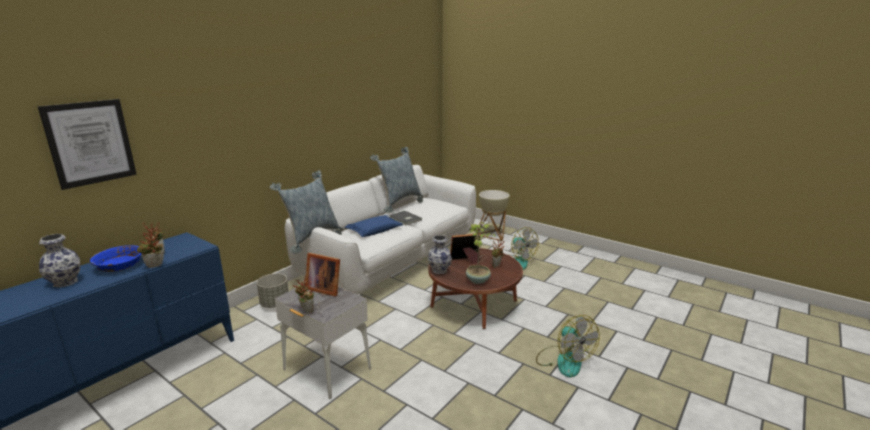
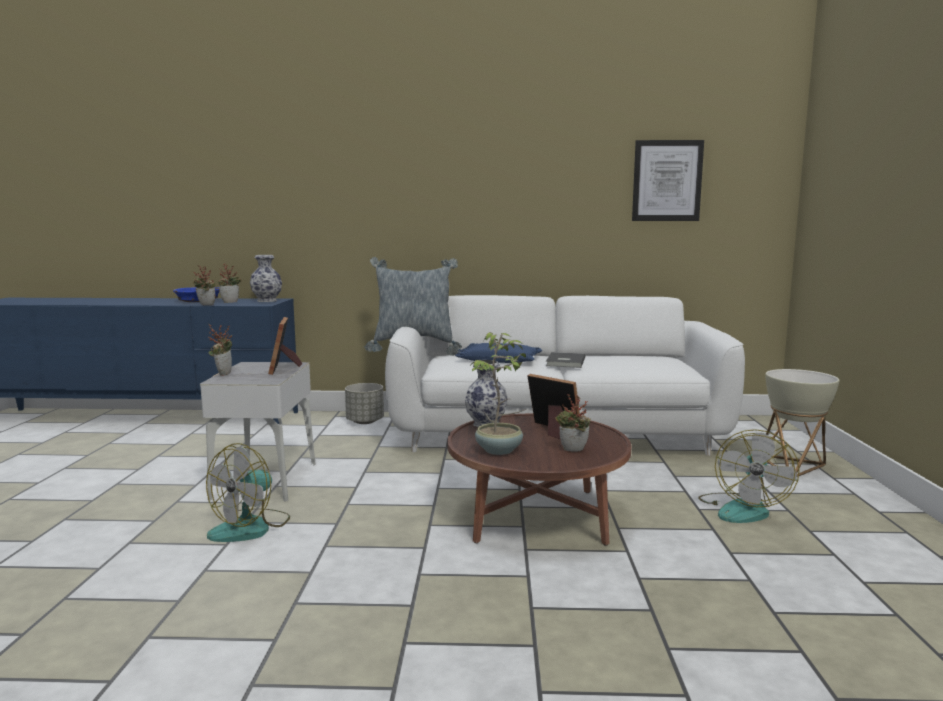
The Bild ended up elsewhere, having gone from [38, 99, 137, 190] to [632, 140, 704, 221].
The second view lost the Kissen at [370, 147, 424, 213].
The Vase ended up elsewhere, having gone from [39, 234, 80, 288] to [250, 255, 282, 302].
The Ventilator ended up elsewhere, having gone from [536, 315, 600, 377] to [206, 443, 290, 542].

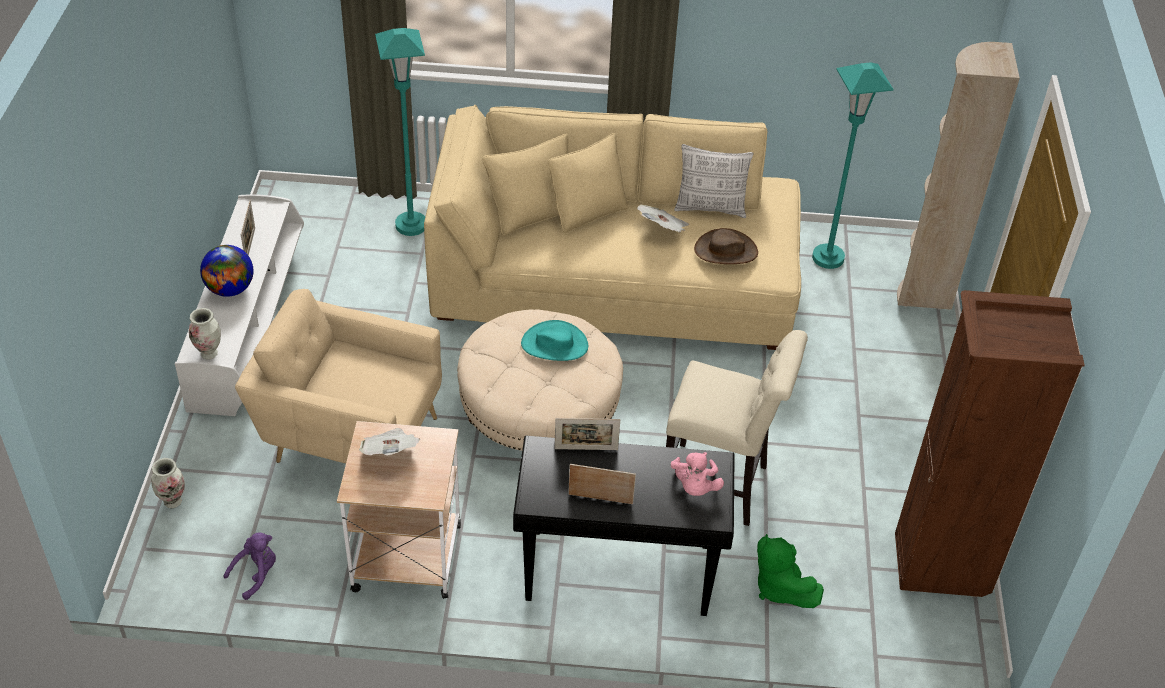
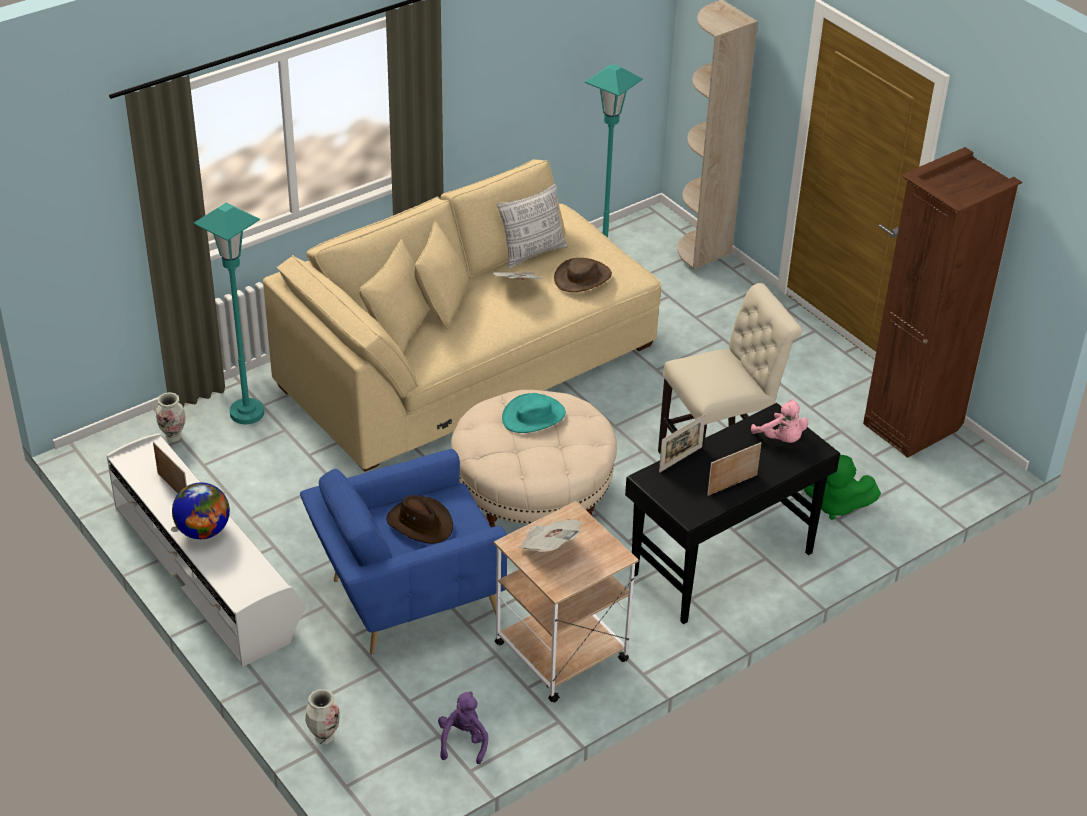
What was the Sessel (beige) at [235, 289, 442, 463] turned into the Sessel (blau) at [300, 449, 507, 654].
The Vase ended up elsewhere, having gone from [189, 308, 221, 359] to [156, 392, 186, 442].
The second view gained the Hut (braun) at [386, 495, 453, 544].

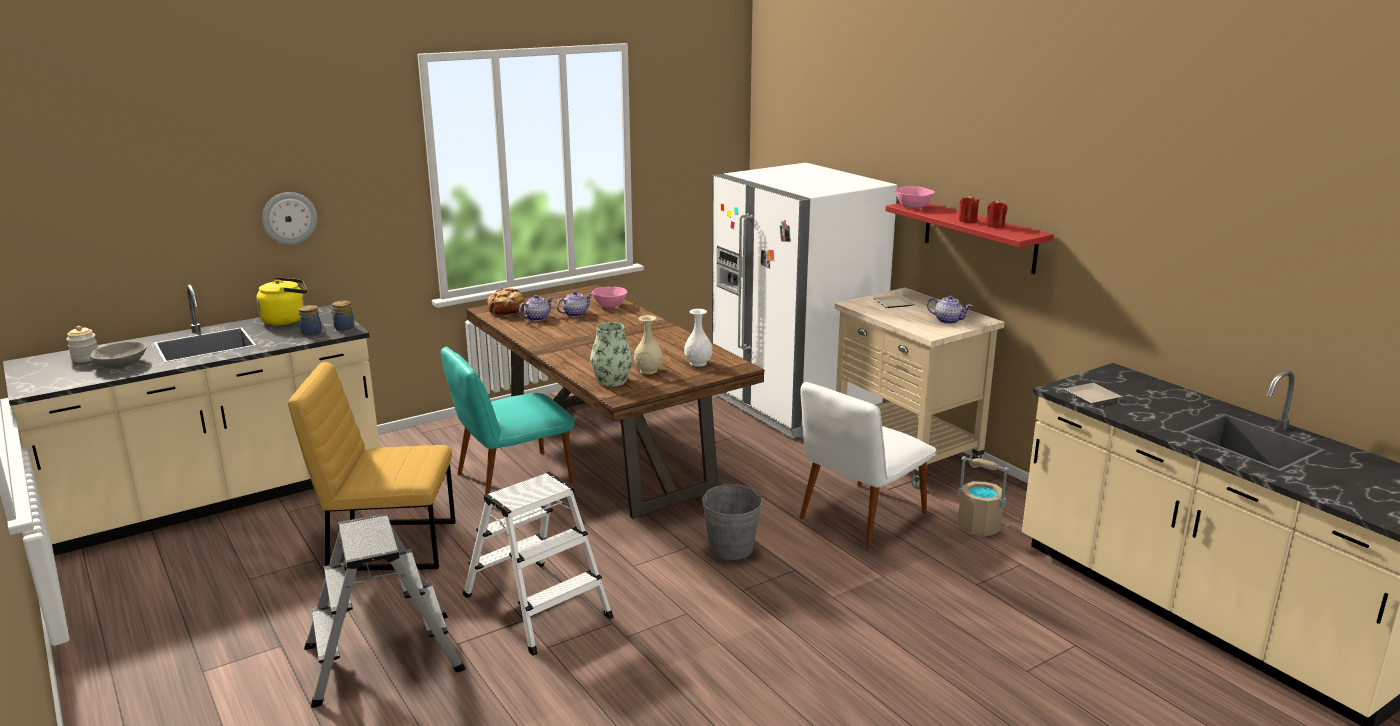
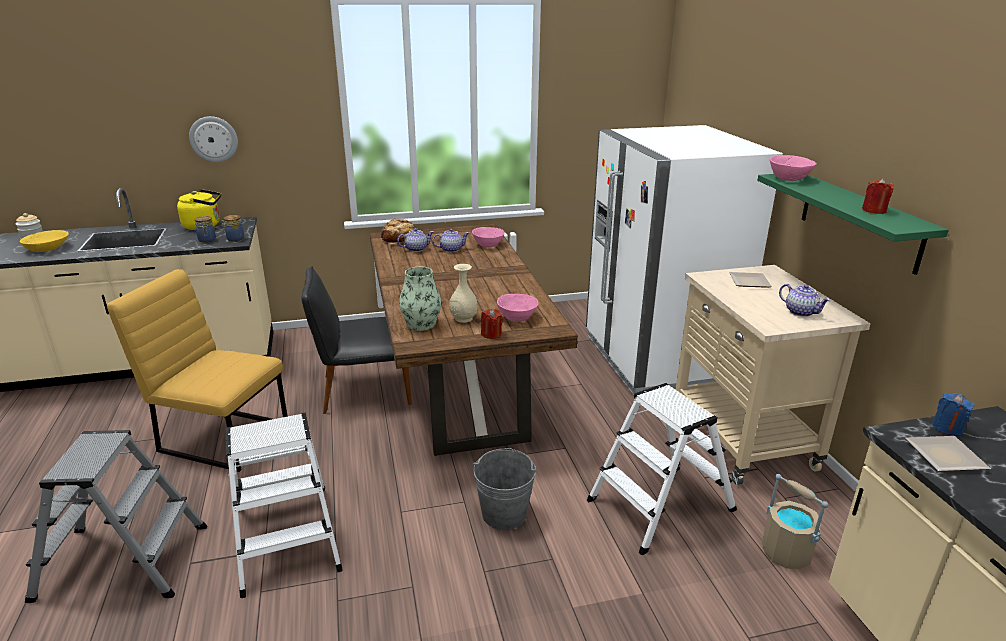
The Kerze (rot) ended up elsewhere, having gone from [958, 195, 980, 223] to [481, 309, 503, 339].
What was the Wandregal (rot) at [885, 203, 1054, 274] turned into the Wandregal (grün) at [757, 174, 949, 275].
Where the Vase (weiß) stood at [684, 309, 713, 367], the Schüssel (rosa) came to stand at [497, 294, 538, 322].
What was the Schüssel (grau) at [90, 341, 147, 369] turned into the Schüssel (gelb) at [20, 230, 69, 252].
What was the Stuhl (türkis) at [441, 347, 575, 504] turned into the Stuhl (schwarz) at [301, 267, 412, 414].
Where the Stuhl (weiß) stood at [799, 382, 936, 550], the Trittleiter (weiß) came to stand at [587, 383, 737, 555].
The second view gained the Kerze (blau) at [932, 393, 975, 436].

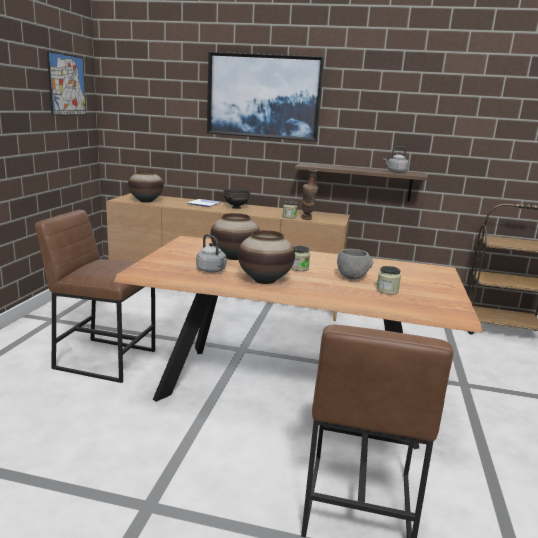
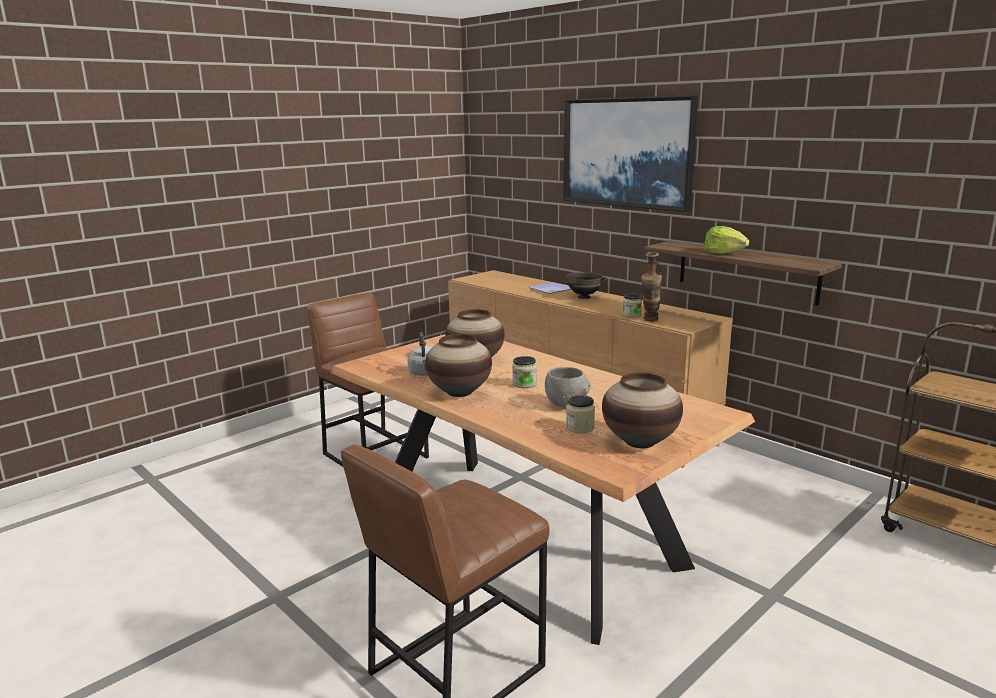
The second view lost the Bild at [47, 51, 86, 116].
The second view lost the Wasserkessel (grau) at [383, 146, 409, 173].
The Vase ended up elsewhere, having gone from [128, 171, 164, 203] to [602, 372, 683, 448].
The second view gained the Salatkopf at [704, 226, 749, 254].

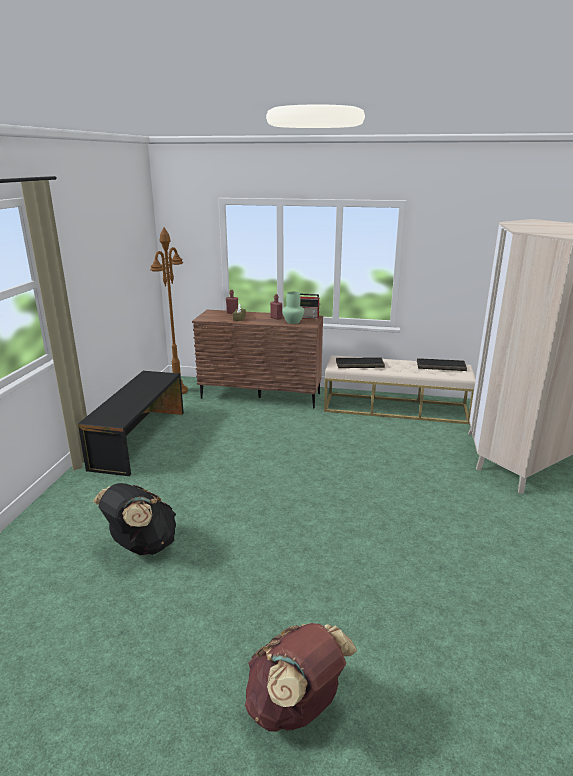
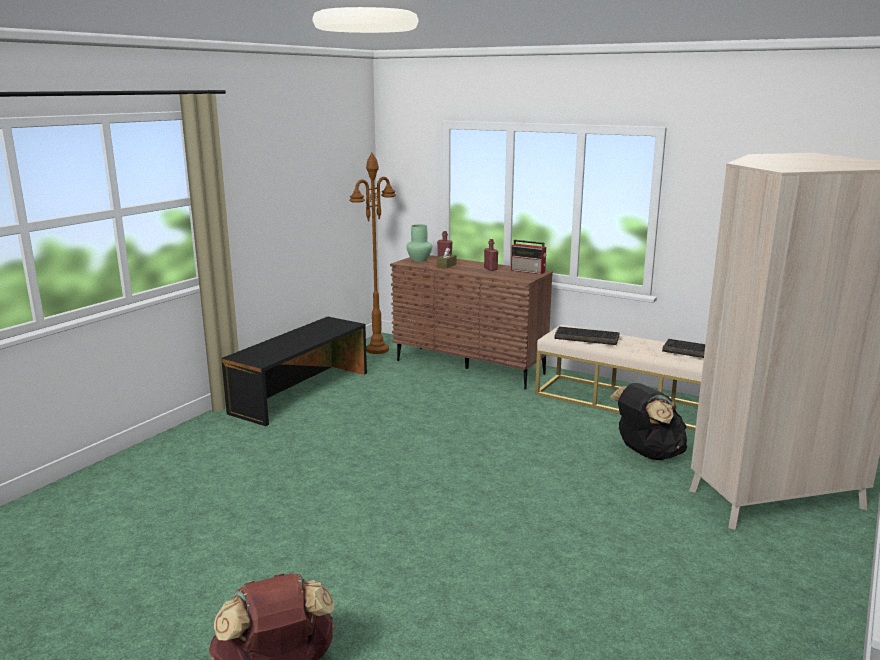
The Vase (grün) ended up elsewhere, having gone from [282, 292, 304, 324] to [406, 224, 432, 262].
The Rucksack (schwarz) ended up elsewhere, having gone from [93, 483, 176, 555] to [610, 383, 687, 460].

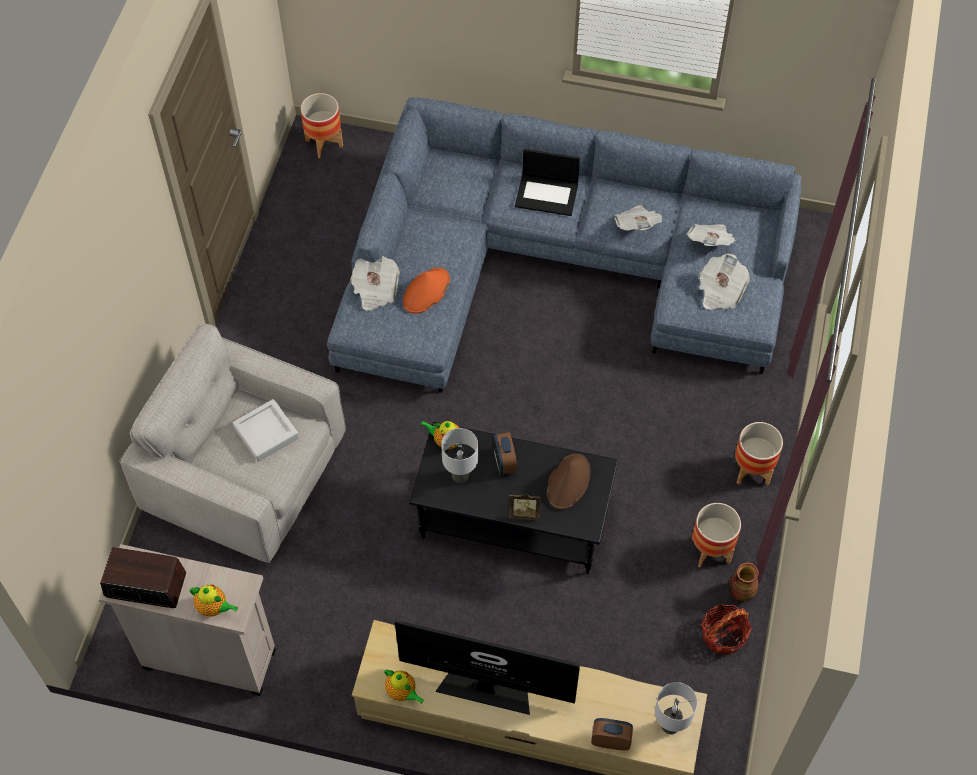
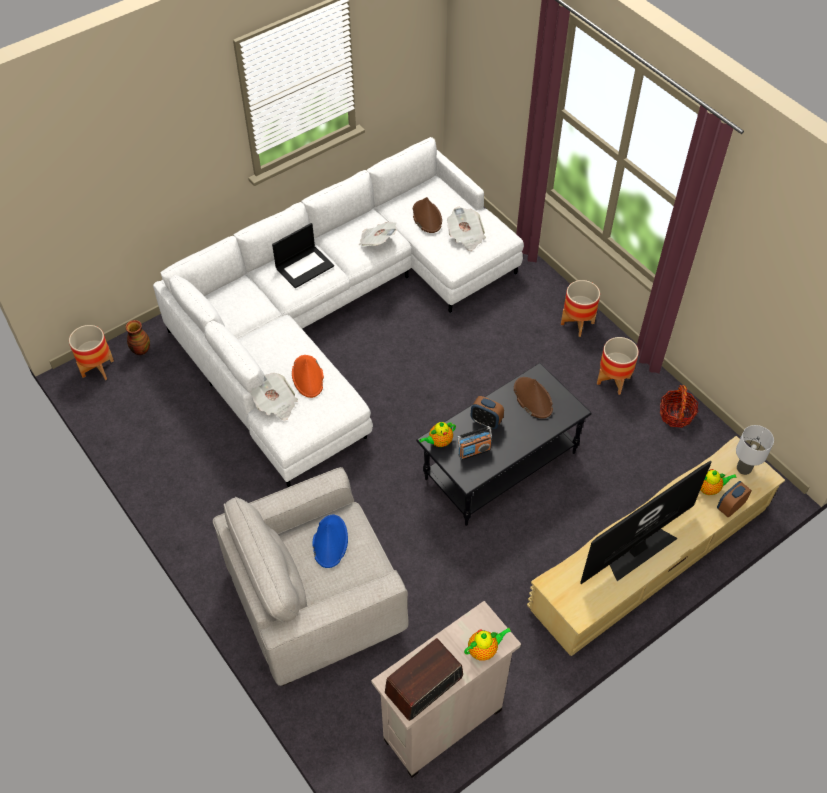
What was the Sofa (blau) at [327, 97, 801, 393] turned into the Sofa (weiß) at [153, 137, 524, 487].
Where the Zeitung stood at [687, 224, 736, 246], the Hut (braun) came to stand at [413, 197, 442, 233].
Where the Tablett (grau) stood at [233, 399, 299, 462], the Hut (blau) came to stand at [312, 515, 348, 568].
Where the Tischlampe (weiß) stood at [441, 428, 478, 483], the Radio came to stand at [457, 426, 492, 460].
The second view lost the Bilderrahmen at [509, 494, 541, 520].
The Vase ended up elsewhere, having gone from [728, 562, 759, 602] to [125, 320, 150, 355].
The Teekanne ended up elsewhere, having gone from [384, 669, 424, 704] to [700, 469, 737, 495].

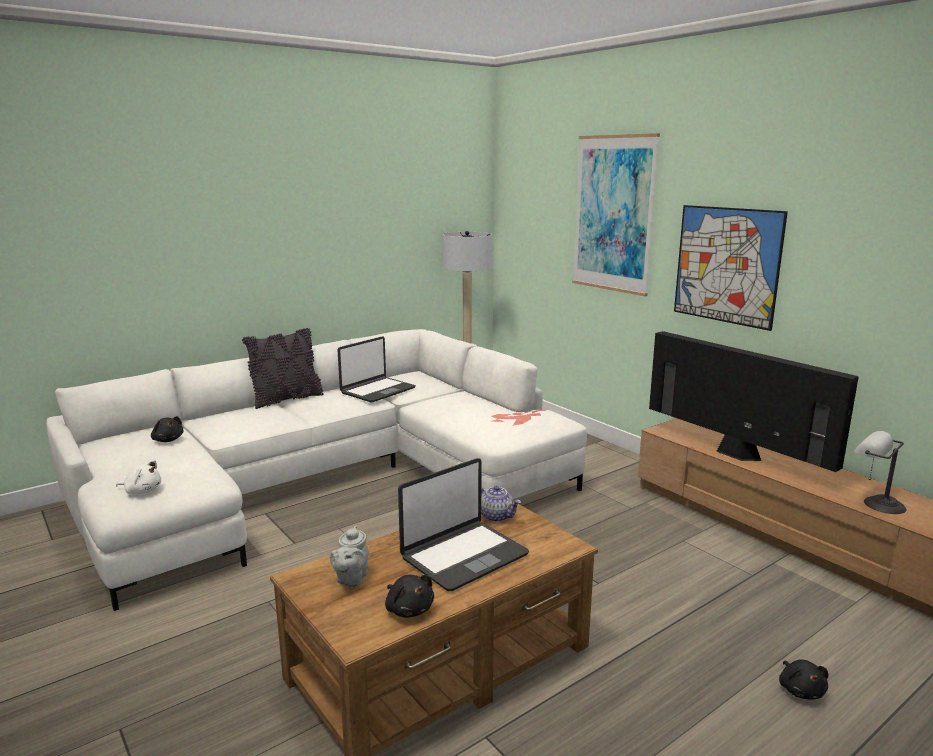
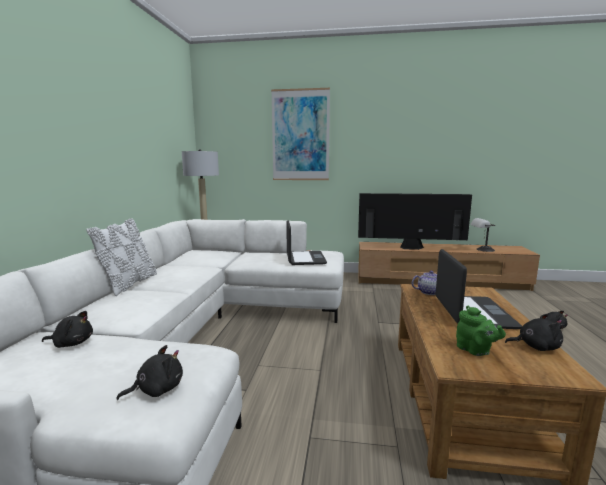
The second view lost the Bild at [674, 205, 788, 331].
What was the Kissen (schwarz) at [242, 328, 323, 409] turned into the Kissen (weiß) at [86, 218, 157, 296].
The Laptop ended up elsewhere, having gone from [338, 336, 415, 403] to [286, 220, 327, 265].
What was the Plüschtier (weiß) at [116, 460, 161, 494] turned into the Plüschtier (schwarz) at [116, 345, 183, 400].
What was the Teekanne (grau) at [330, 526, 369, 588] turned into the Teekanne (grün) at [456, 306, 506, 356].

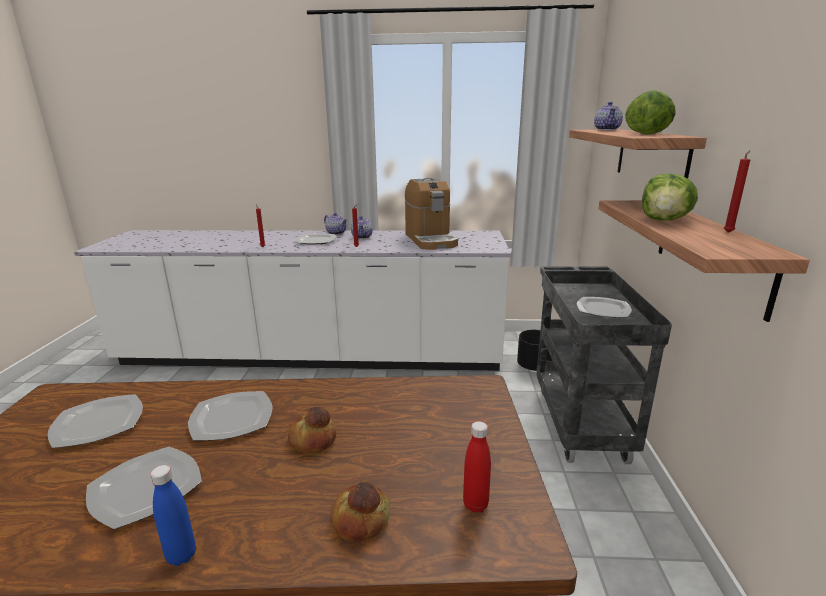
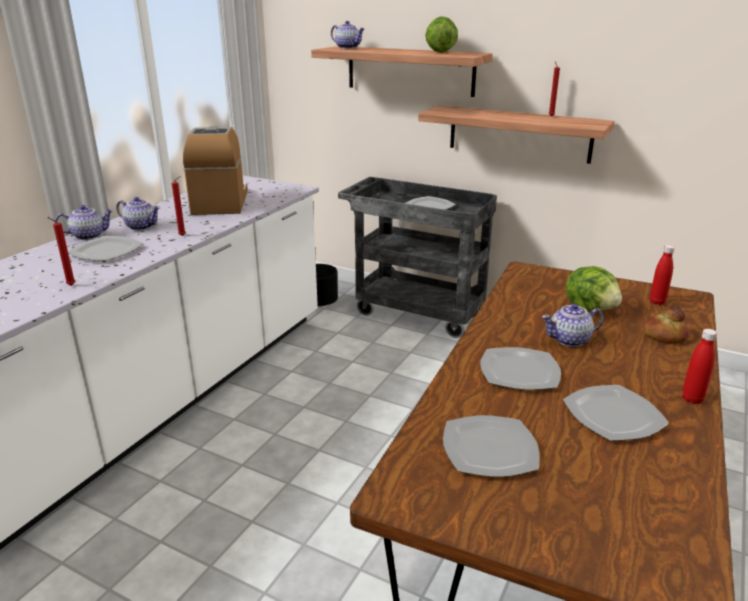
The Salatkopf ended up elsewhere, having gone from [642, 174, 698, 221] to [566, 266, 622, 312].
The Kaffeemaschine at [405, 178, 458, 250] ended up facing another way, 105 degrees counterclockwise from before.
Where the Brot stood at [288, 407, 336, 454], the Teekanne came to stand at [542, 303, 604, 347].
What was the Flasche (blau) at [150, 465, 196, 566] turned into the Flasche (rot) at [682, 329, 717, 404].

